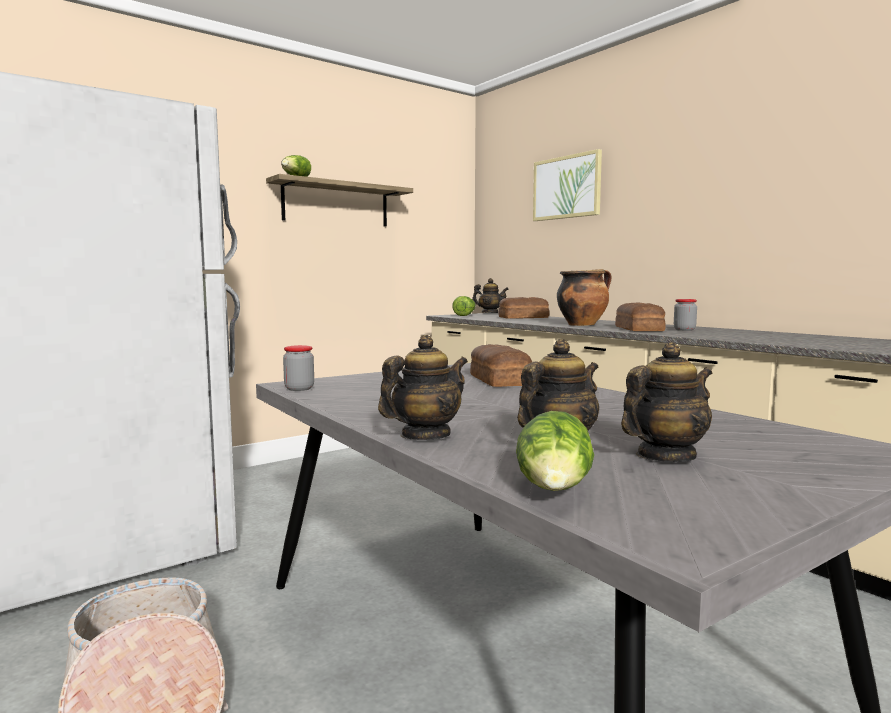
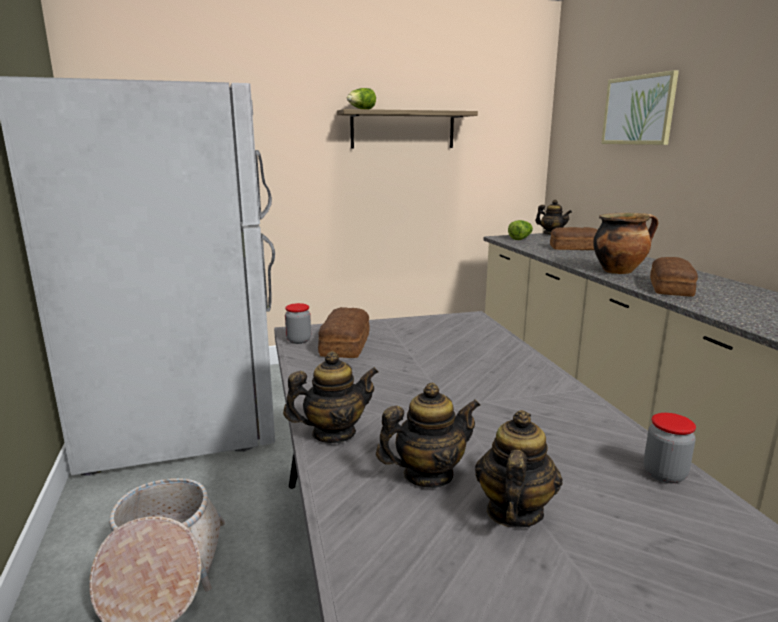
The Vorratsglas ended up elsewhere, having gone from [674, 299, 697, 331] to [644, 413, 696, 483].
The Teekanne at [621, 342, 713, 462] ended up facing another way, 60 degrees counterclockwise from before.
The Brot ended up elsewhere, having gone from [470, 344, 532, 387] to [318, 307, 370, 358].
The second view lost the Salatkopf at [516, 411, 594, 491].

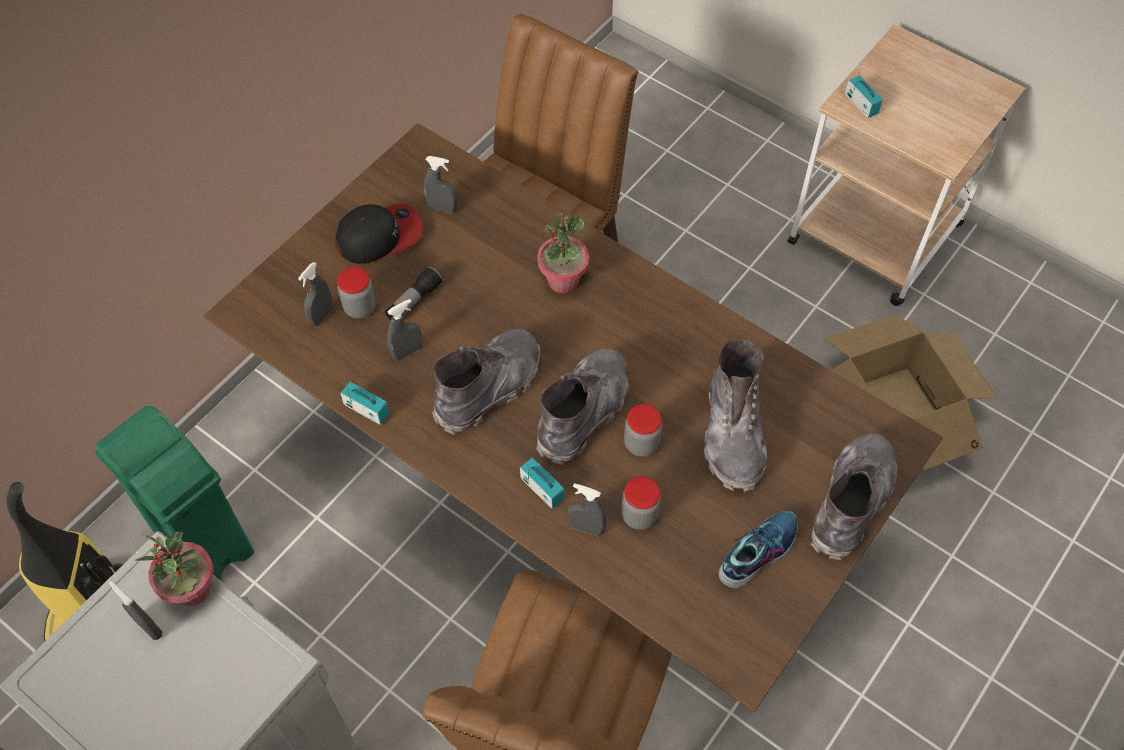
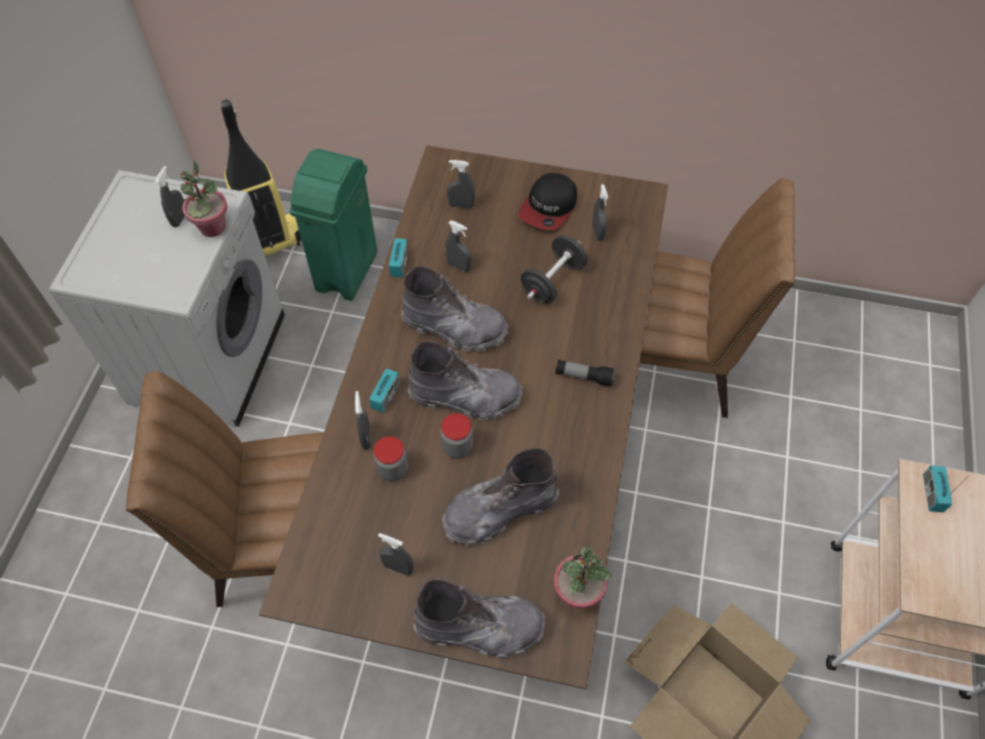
The Radio at [845, 59, 883, 118] ended up facing another way, 150 degrees clockwise from before.
The Kappe at [335, 204, 423, 264] ended up facing another way, 75 degrees clockwise from before.
The Topfpflanze ended up elsewhere, having gone from [537, 211, 589, 293] to [554, 547, 612, 609].
The Taschenlampe ended up elsewhere, having gone from [385, 266, 443, 320] to [555, 359, 616, 387].
The second view lost the Vorratsglas at [337, 267, 376, 318].
Where the Schuh stood at [718, 511, 798, 589], the Sprühflasche (grau) came to stand at [378, 533, 414, 576].
The second view gained the Hantel (schwarz) at [521, 235, 588, 304].

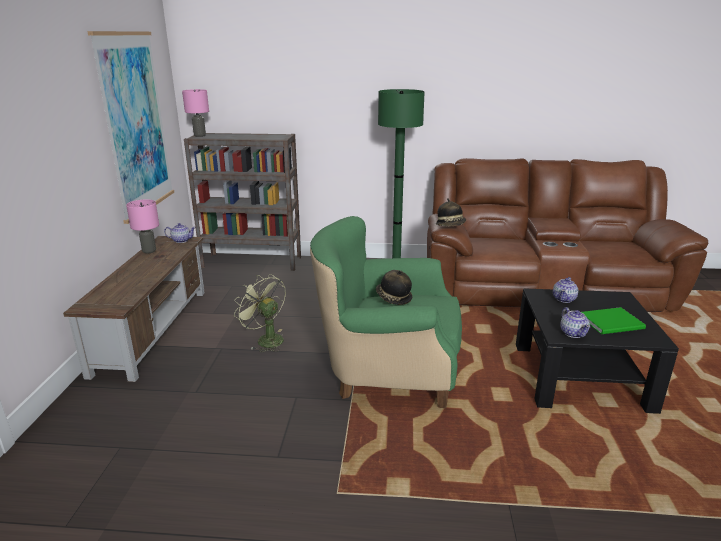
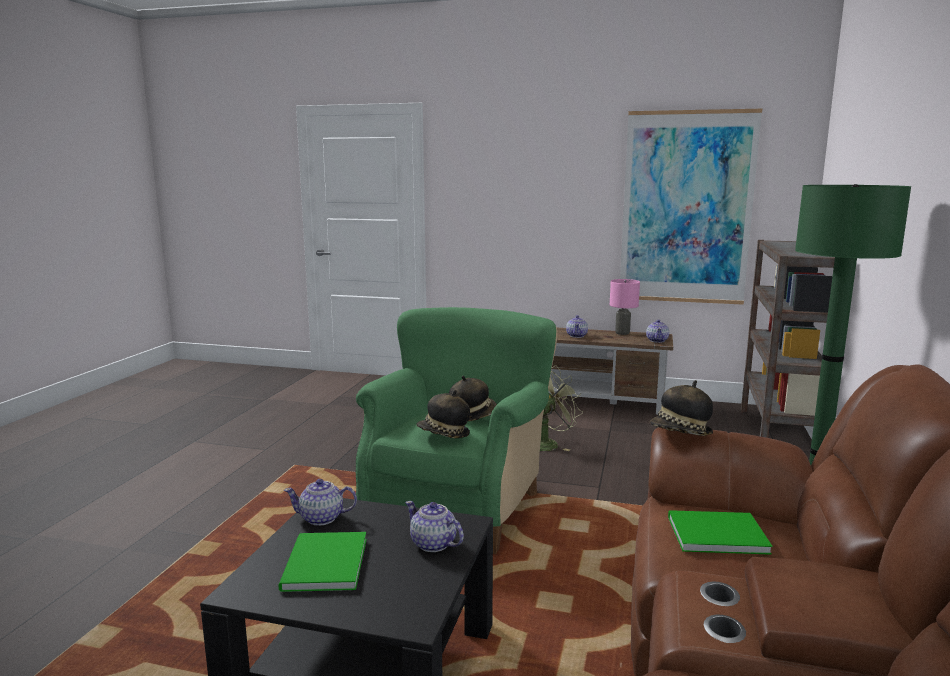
The second view lost the Tischlampe (rosa) at [182, 89, 209, 137].
The second view gained the Teekanne at [566, 315, 588, 338].
The second view gained the Hut at [417, 390, 470, 438].
The second view gained the Buch (grün) at [668, 510, 773, 555].

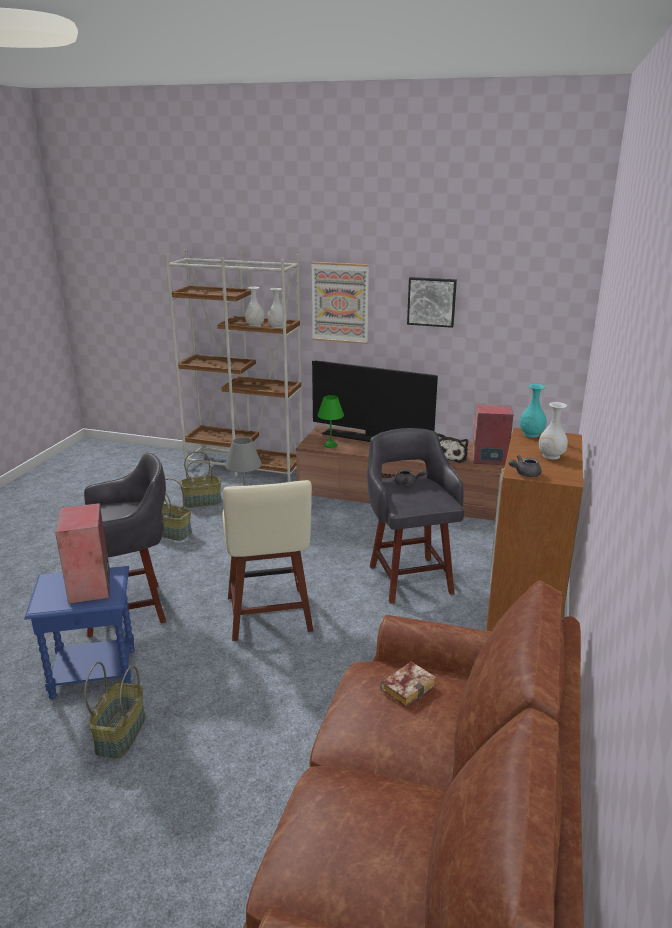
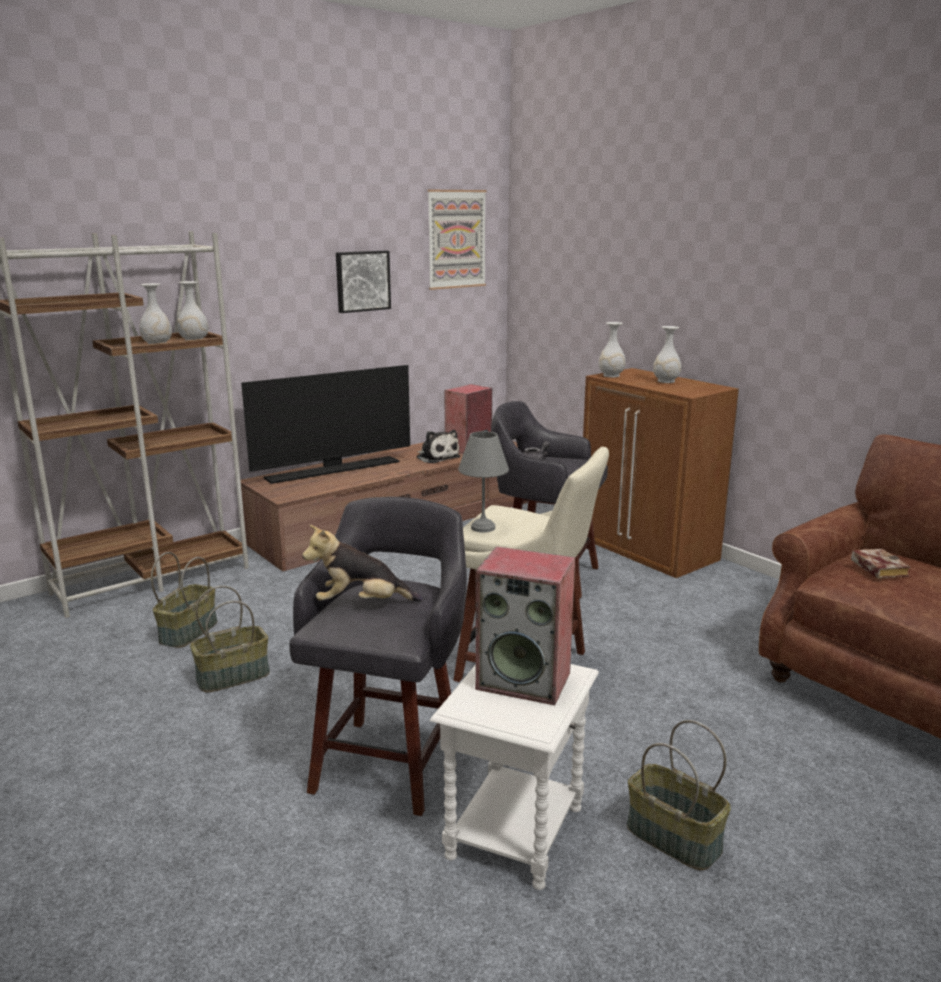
The Bild ended up elsewhere, having gone from [311, 262, 369, 344] to [427, 190, 486, 290].
What was the Vase (türkis) at [520, 384, 546, 438] turned into the Vase (weiß) at [599, 322, 626, 377].
The second view lost the Tischlampe (grün) at [318, 395, 344, 448].
The second view lost the Teekanne (grau) at [509, 455, 541, 477].
What was the Beistelltisch (blau) at [24, 566, 135, 699] turned into the Beistelltisch (weiß) at [430, 664, 599, 890].
The second view gained the Plüschtier at [302, 525, 423, 602].

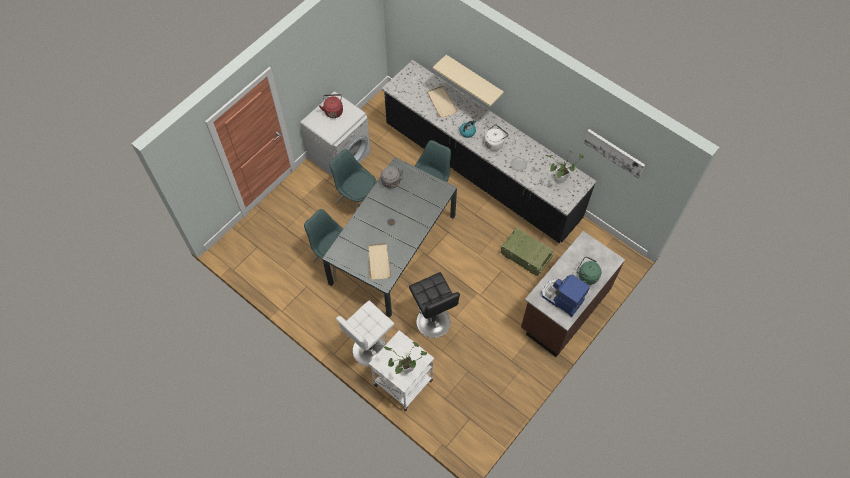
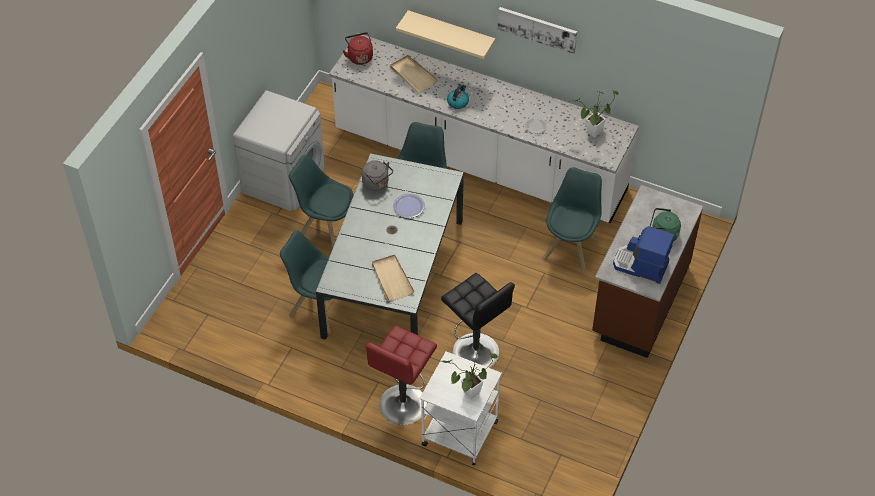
What was the Küchenzeile (schwarz) at [382, 60, 597, 243] turned into the Küchenzeile (weiß) at [329, 33, 639, 223].
The Wasserkessel (rot) ended up elsewhere, having gone from [319, 94, 343, 118] to [343, 32, 373, 65].
The second view lost the Wasserkessel (weiß) at [484, 124, 509, 151].
The Bild ended up elsewhere, having gone from [584, 129, 645, 179] to [498, 7, 577, 54].
Where the Kiste stood at [501, 228, 554, 276], the Stuhl (türkis) came to stand at [542, 167, 602, 273].
What was the Hocker (weiß) at [336, 300, 394, 367] turned into the Hocker (rot) at [365, 325, 437, 425].
The second view gained the Teller at [393, 194, 425, 218].

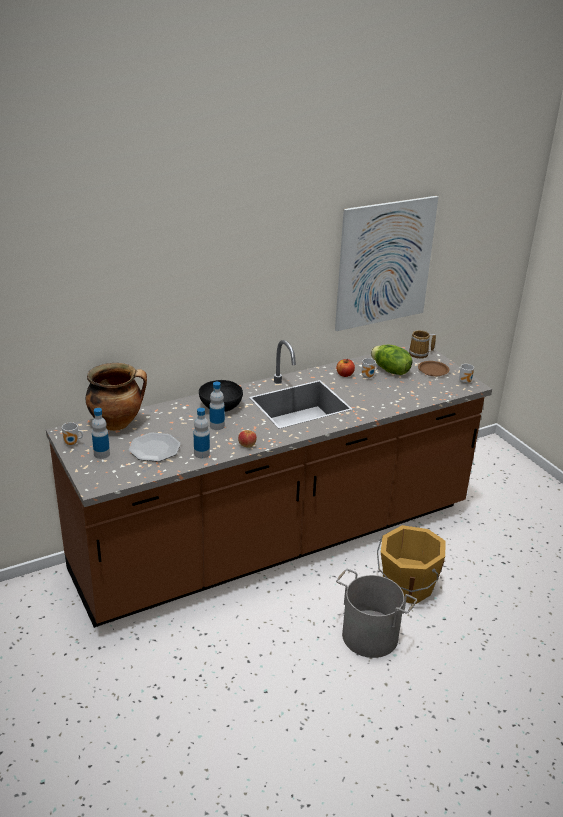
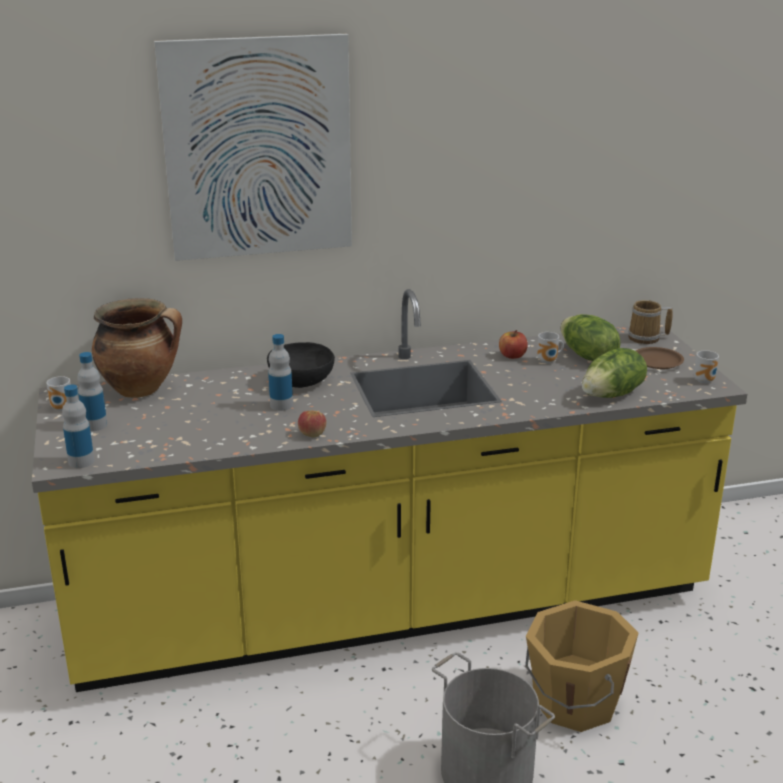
The Bild ended up elsewhere, having gone from [335, 196, 439, 331] to [154, 34, 352, 261].
What was the Küchenzeile (braun) at [46, 340, 492, 628] turned into the Küchenzeile (gelb) at [32, 289, 747, 692].
The Flasche ended up elsewhere, having gone from [194, 408, 210, 458] to [62, 385, 94, 468].
The second view lost the Teller at [128, 433, 180, 462].
The second view gained the Salatkopf at [582, 348, 647, 398].

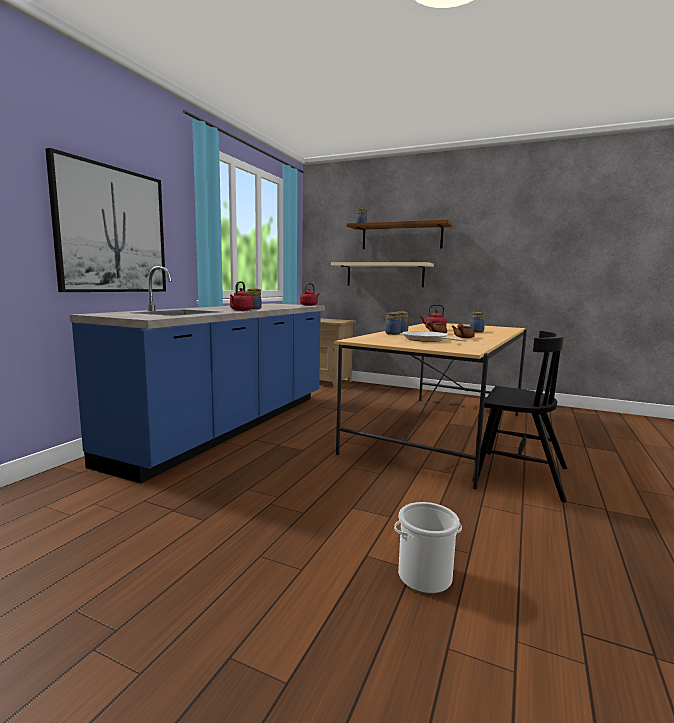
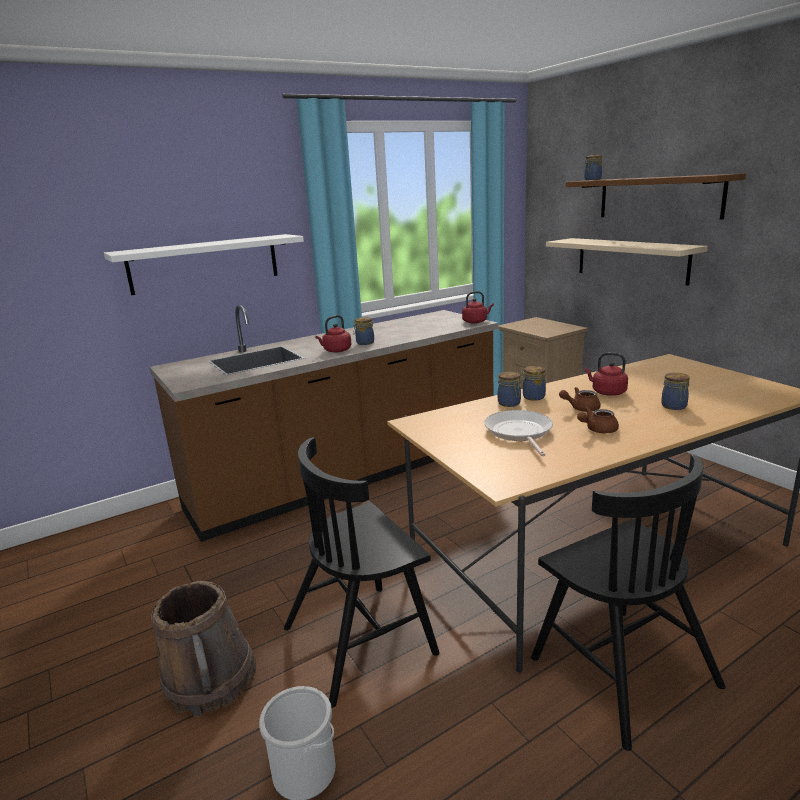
Where the Bild hung at [45, 148, 166, 292], the Wandregal (weiß) came to hang at [104, 234, 304, 295].
What was the Küchenzeile (blau) at [70, 266, 325, 483] turned into the Küchenzeile (braun) at [150, 305, 498, 542].
The second view gained the Stuhl (schwarz) at [284, 437, 440, 708].
The second view gained the Eimer (braun) at [151, 581, 256, 717].

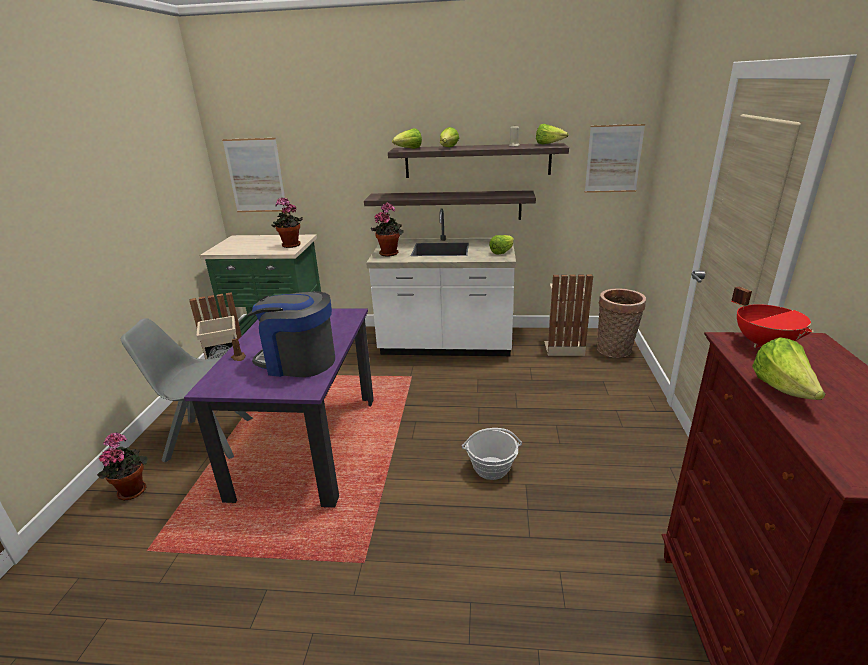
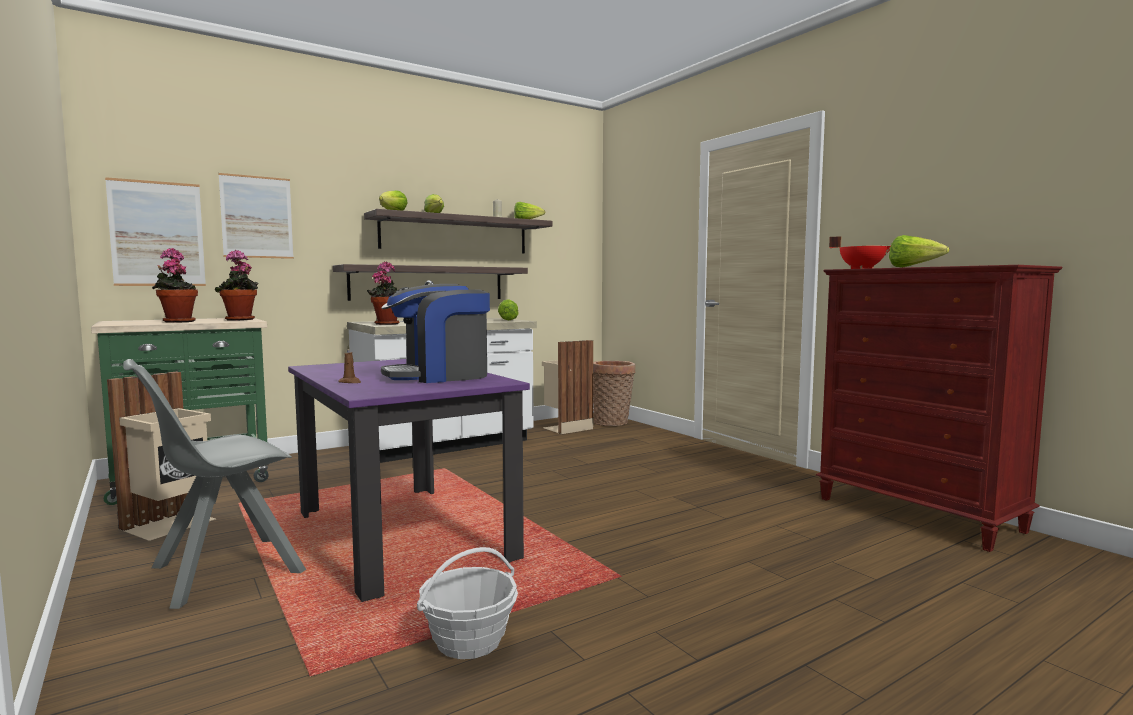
The Bild ended up elsewhere, having gone from [585, 124, 645, 193] to [219, 173, 294, 259].
The Korb ended up elsewhere, having gone from [462, 428, 522, 480] to [417, 547, 518, 659].
The Topfpflanze ended up elsewhere, having gone from [97, 433, 148, 501] to [152, 248, 198, 323].

